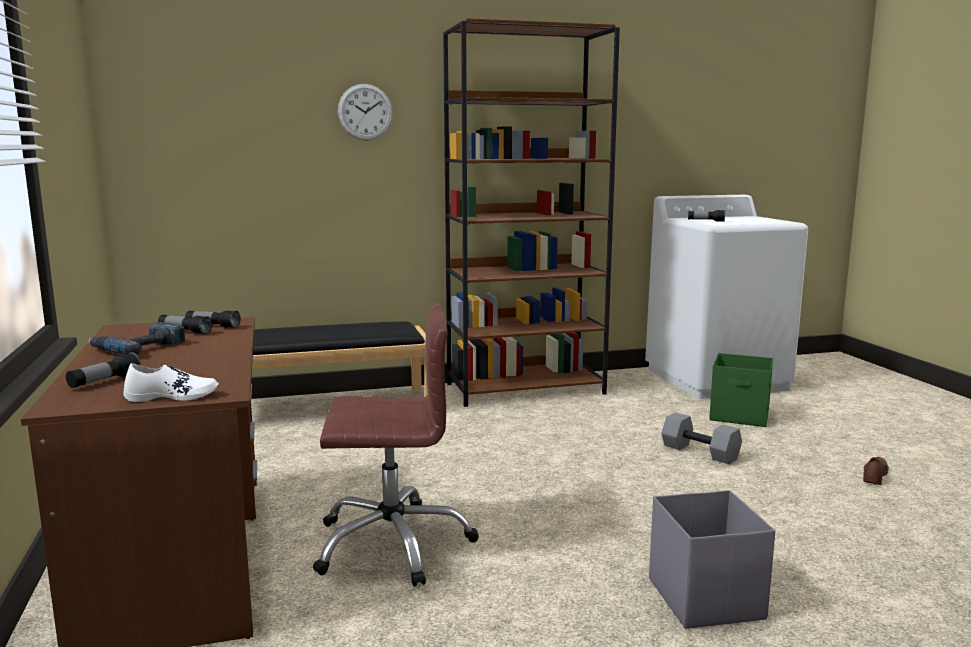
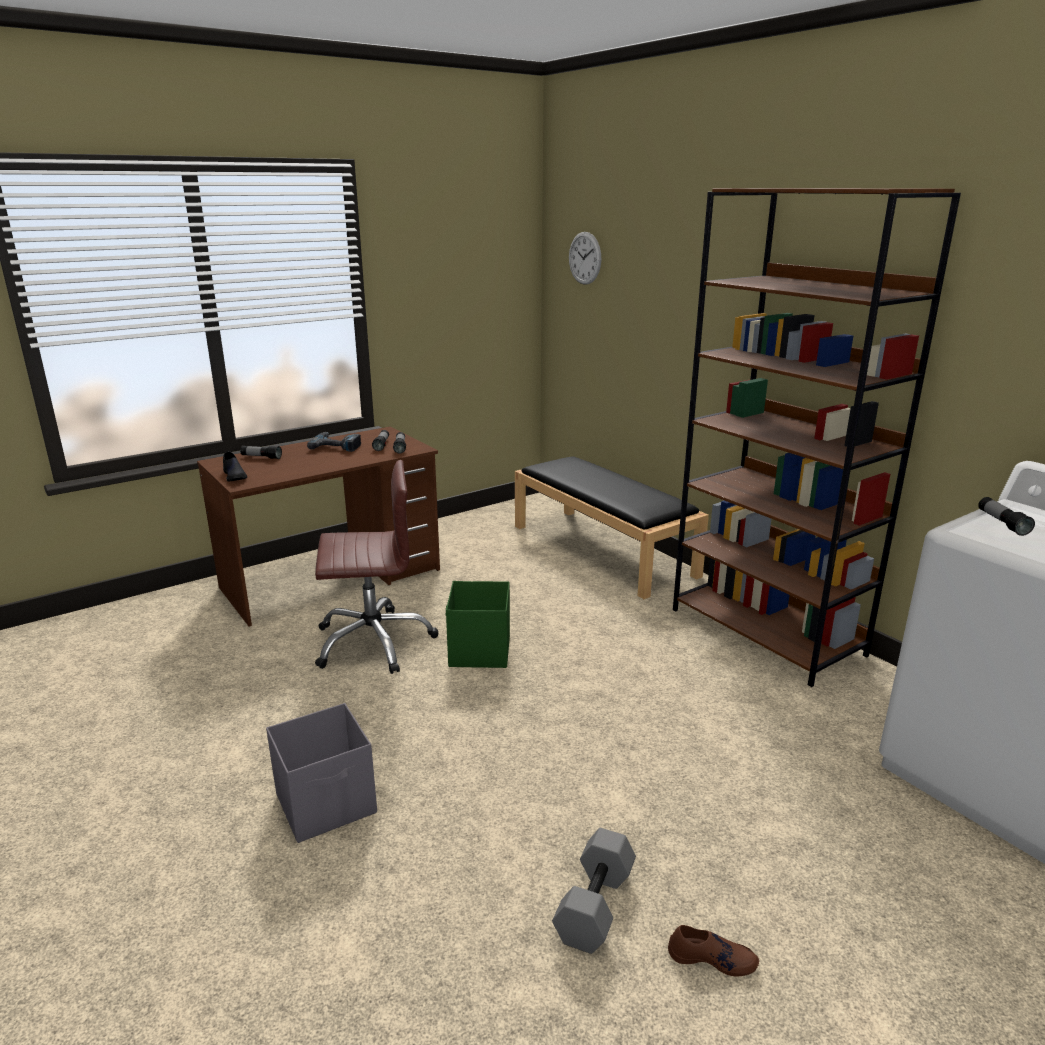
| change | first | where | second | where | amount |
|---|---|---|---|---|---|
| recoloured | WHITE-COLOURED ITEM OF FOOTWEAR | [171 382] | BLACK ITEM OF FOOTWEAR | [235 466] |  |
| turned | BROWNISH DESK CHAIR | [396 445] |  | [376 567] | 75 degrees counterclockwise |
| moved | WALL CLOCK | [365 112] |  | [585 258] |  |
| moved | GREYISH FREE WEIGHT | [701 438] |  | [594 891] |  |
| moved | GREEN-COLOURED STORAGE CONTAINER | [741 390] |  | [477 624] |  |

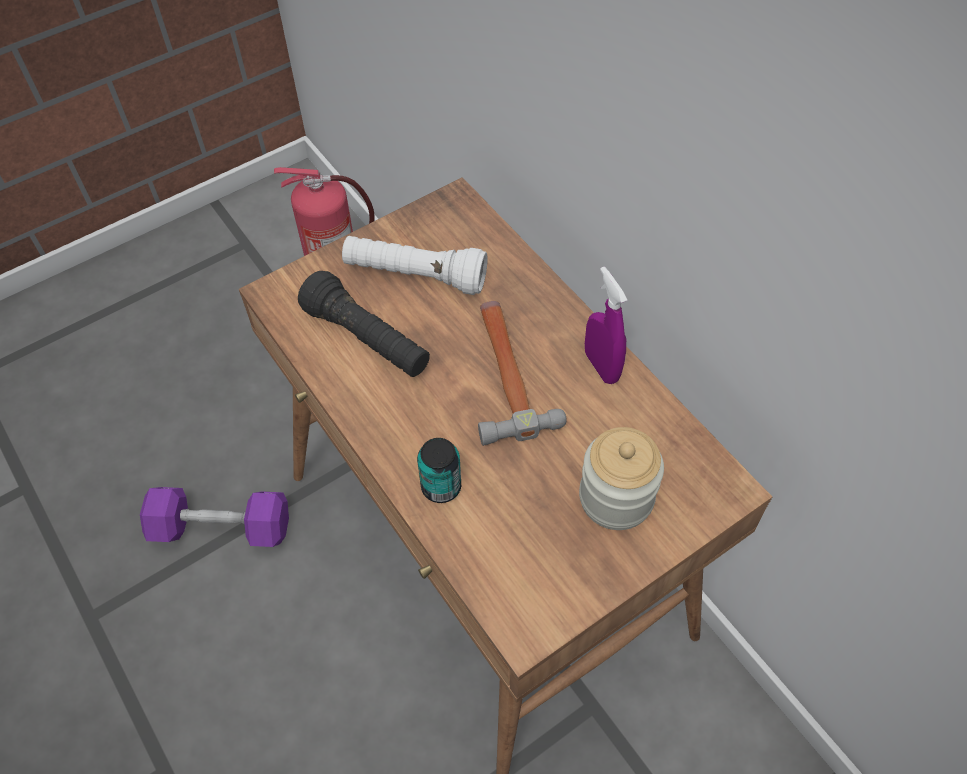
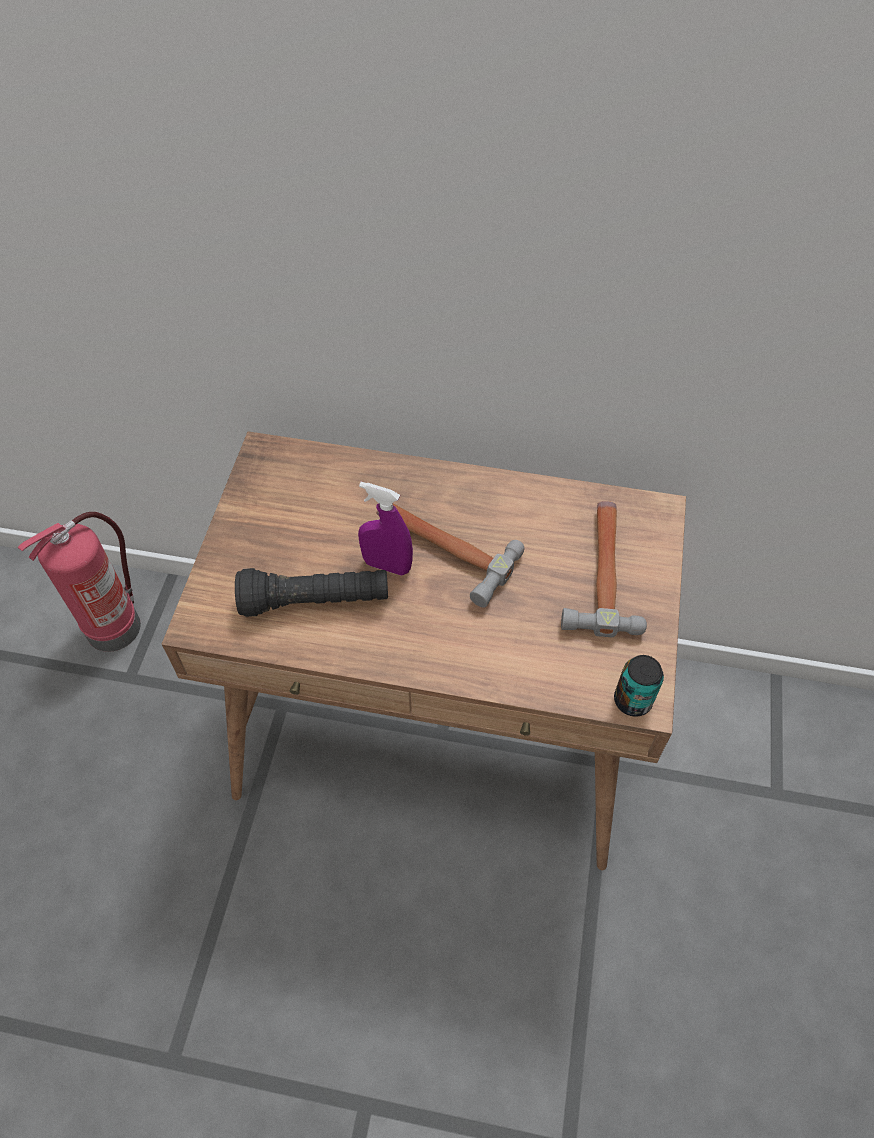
| change | first | where | second | where | amount |
|---|---|---|---|---|---|
| removed | PURPLISH FREE WEIGHT | [214 517] |  |  |  |
| removed | WHITE-COLOURED FLASHLIGHT | [415 265] |  |  |  |
| moved | SEALED CAN | [439 470] |  | [639 686] |  |
| replaced | JAR | [621 478] | HAMMER | [604 569] |  |
| moved | PURPLISH SPRAYER | [606 325] |  | [385 529] |  |

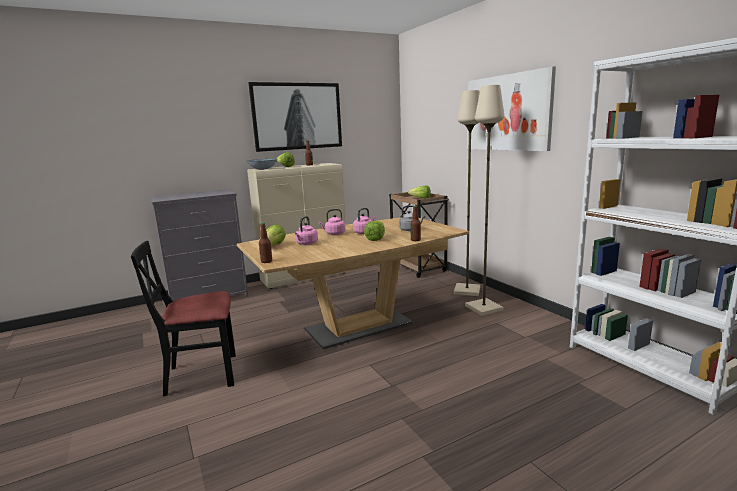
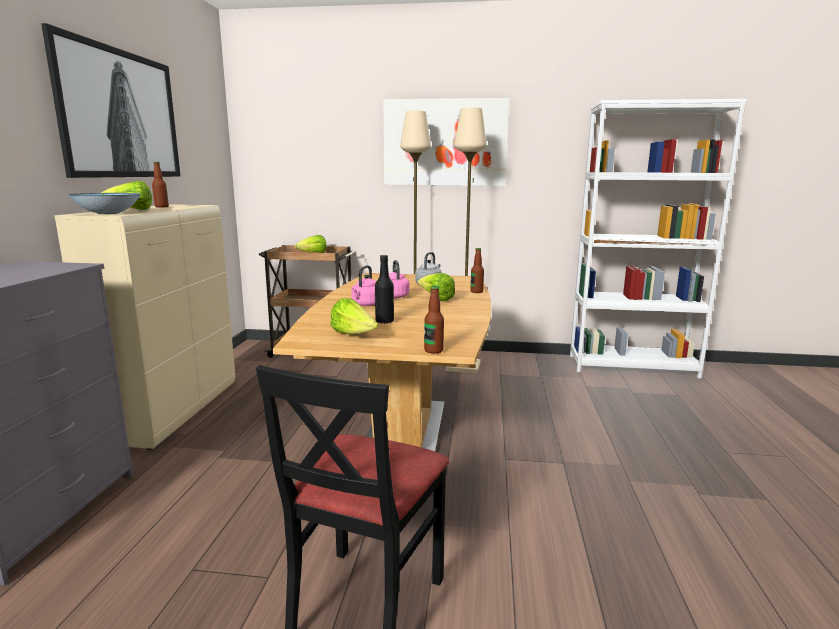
| change | first | where | second | where | amount |
|---|---|---|---|---|---|
| replaced | PINK WATER KETTLE | [306 230] | BLACK DRINK BOTTLE | [384 289] |  |

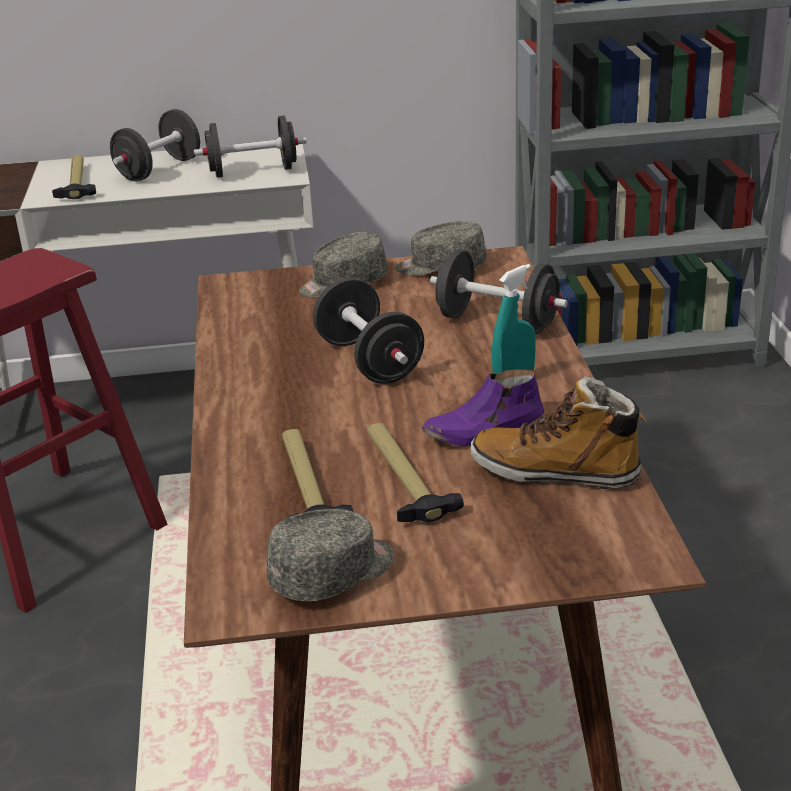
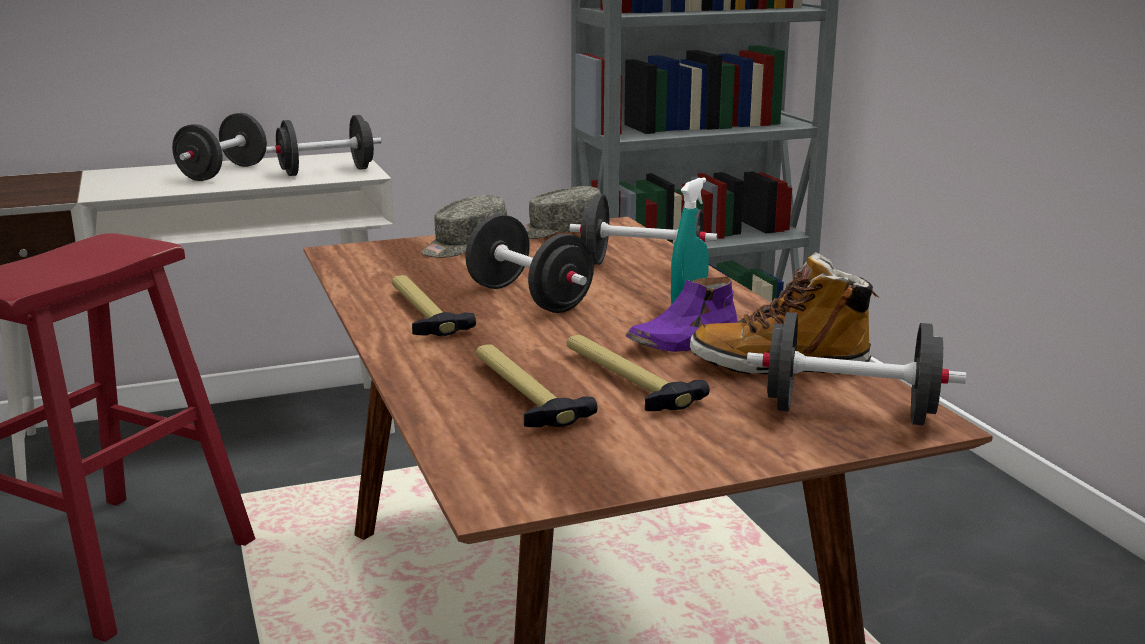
| change | first | where | second | where | amount |
|---|---|---|---|---|---|
| moved | HAMMER | [74 177] |  | [434 305] |  |
| removed | GREYISH BASEBALL CAP | [330 555] |  |  |  |
| added |  |  | BLACK FREE WEIGHT | [856 368] |  |

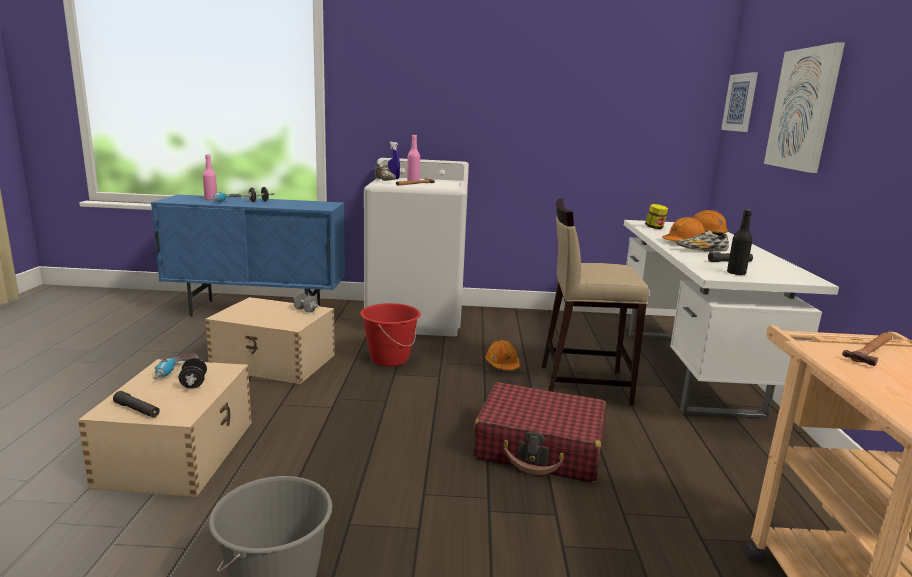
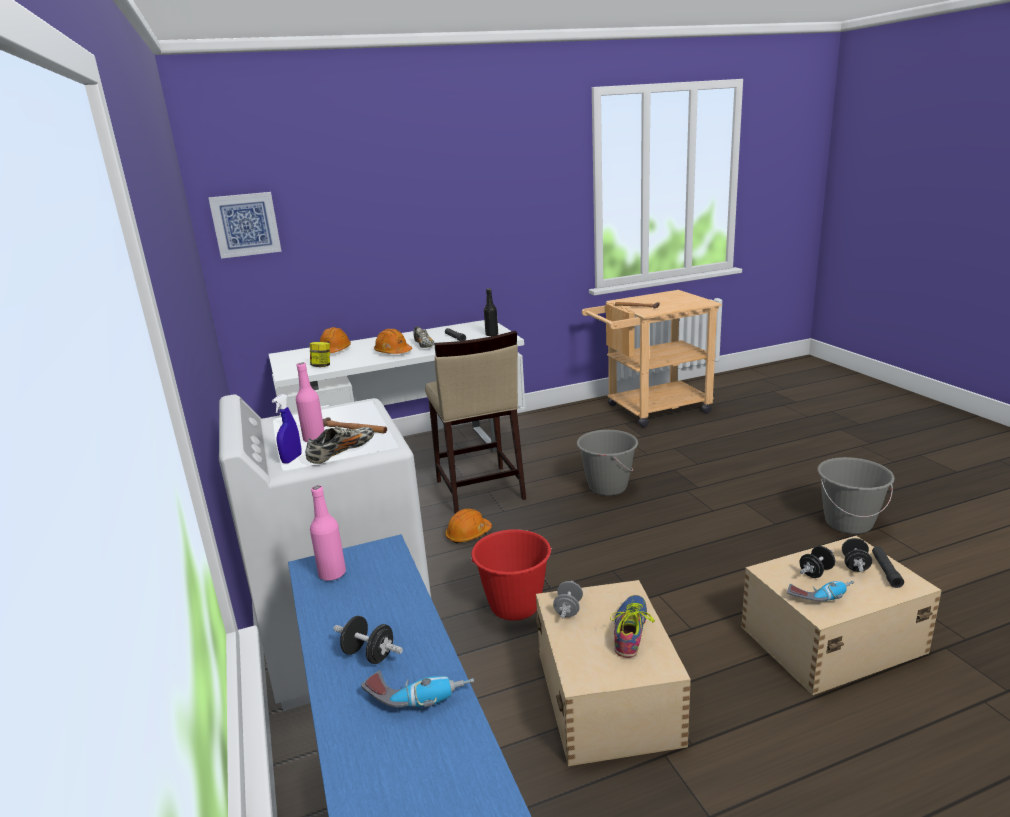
| change | first | where | second | where | amount |
|---|---|---|---|---|---|
| moved | PINK DRINK BOTTLE | [210 178] |  | [328 533] |  |
| replaced | RED PIECE OF LUGGAGE | [540 432] | GREYISH PAIL | [607 463] |  |
| removed | WALL ART | [804 107] |  |  |  |
| added |  |  | ITEM OF FOOTWEAR | [632 626] |  |
| added |  |  | BLACK FREE WEIGHT | [857 555] |  |

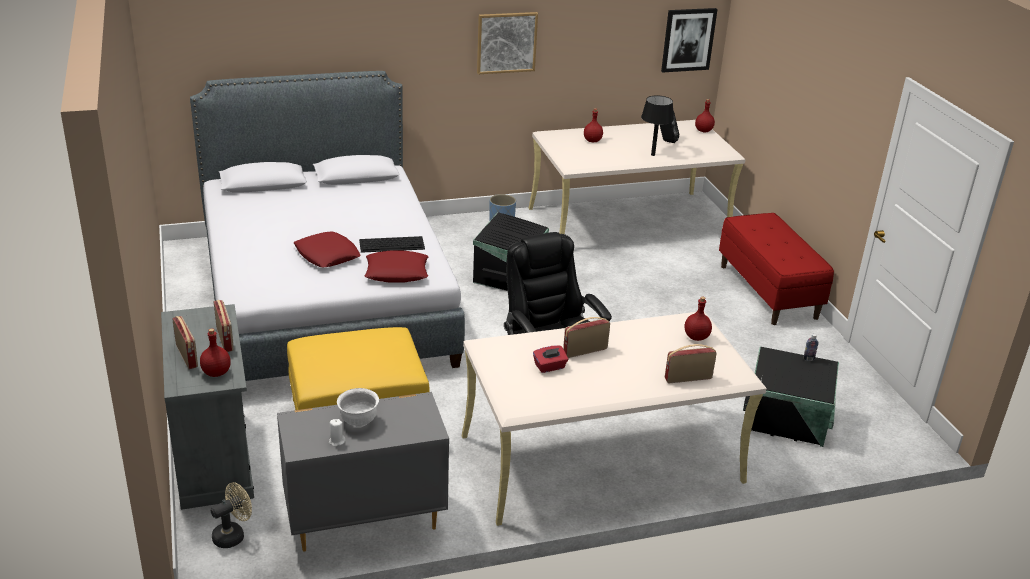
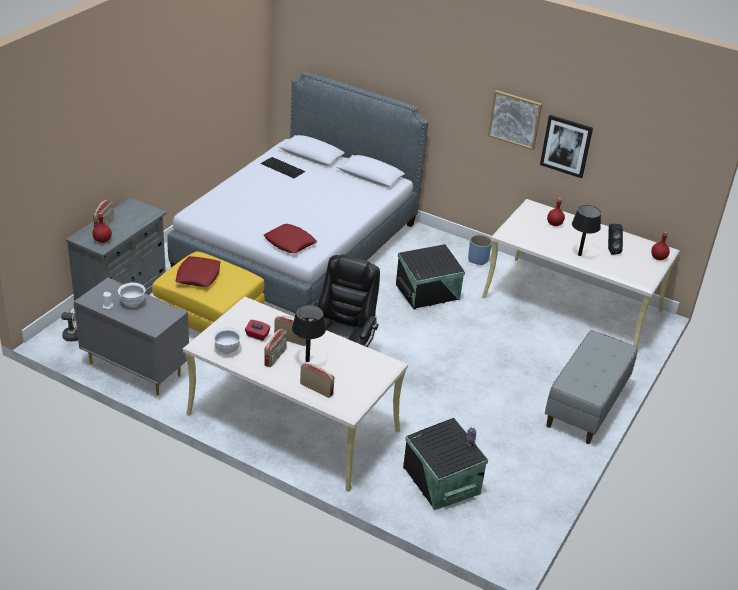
| change | first | where | second | where | amount |
|---|---|---|---|---|---|
| moved | RADIO SET | [224 326] |  | [275 348] |  |
| moved | RED PILLOW | [327 249] |  | [198 271] |  |
| moved | COMPUTER KEYBOARD | [392 244] |  | [282 167] |  |
| moved | WALL ART | [689 40] |  | [566 146] |  |
| removed | RED DRINK BOTTLE | [698 319] |  |  |  |
| recoloured | RED LONG SEAT | [776 269] | GREYISH LONG SEAT | [591 387] |  |
| added |  |  | WHITE-COLOURED SERVING BOWL | [227 341] |  |
| added |  |  | BLACK TABLE LAMP | [309 333] |  |

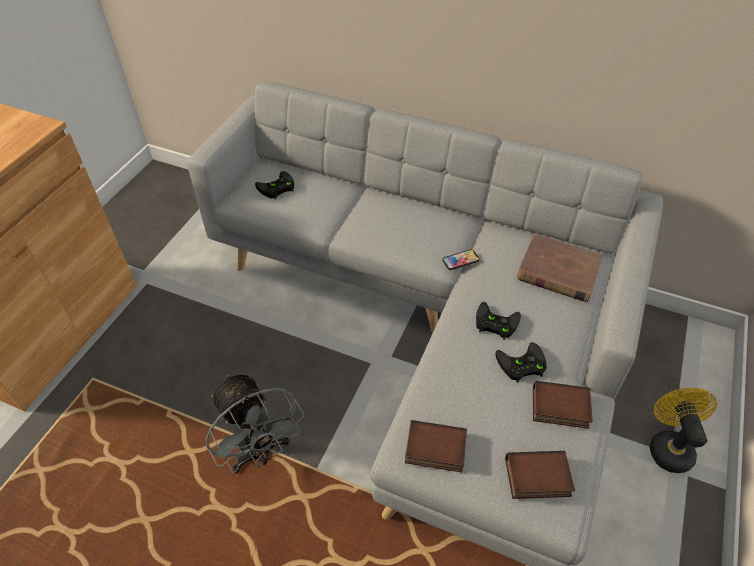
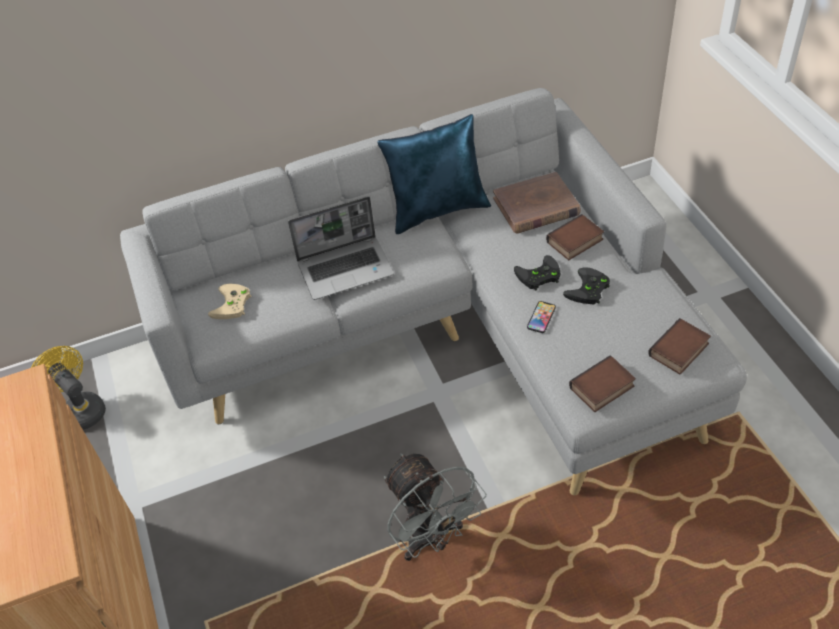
| change | first | where | second | where | amount |
|---|---|---|---|---|---|
| turned | GREYISH ELECTRIC FAN | [254 423] |  | [435 507] | 45 degrees clockwise |
| recoloured | BLACK JOYPAD | [274 185] | BEIGE JOYPAD | [230 301] |  |
| moved | TELEPHONE | [461 259] |  | [541 317] |  |
| moved | VOLUME | [563 405] |  | [575 237] |  |
| moved | YELLOWISH ELECTRIC FAN | [683 430] |  | [68 388] |  |
| added |  |  | LAPTOP | [341 248] |  |
| added |  |  | BLUE PILLOW | [434 174] |  |

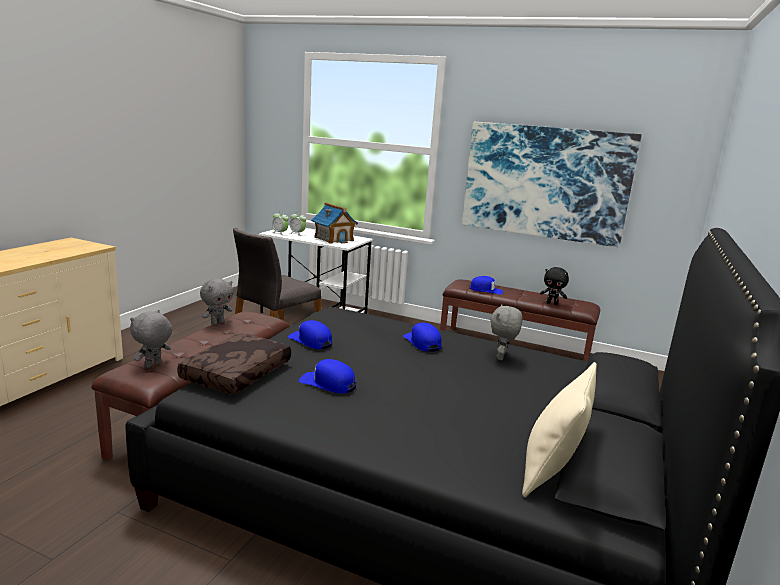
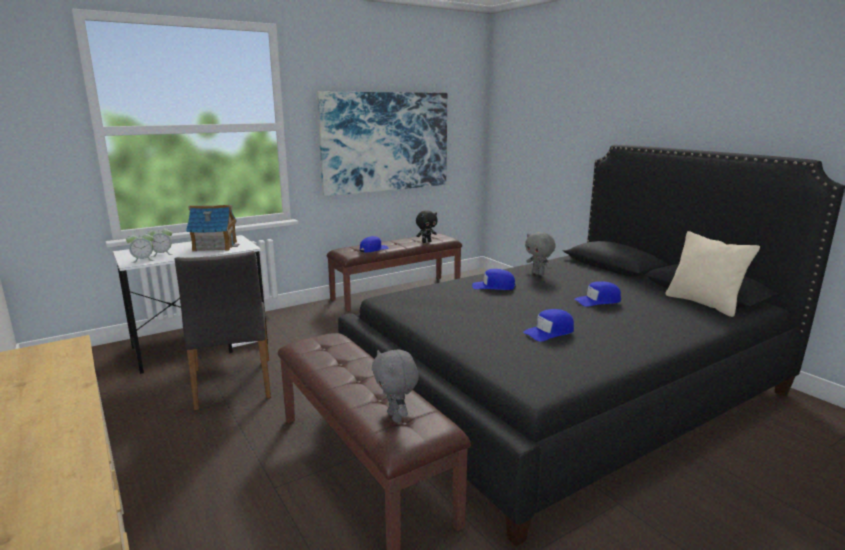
| change | first | where | second | where | amount |
|---|---|---|---|---|---|
| removed | BROWNISH PILLOW | [234 363] |  |  |  |
| removed | GREYISH CUDDLY TOY | [216 302] |  |  |  |
| moved | BLUE BASEBALL CAP | [310 334] |  | [597 294] |  |

